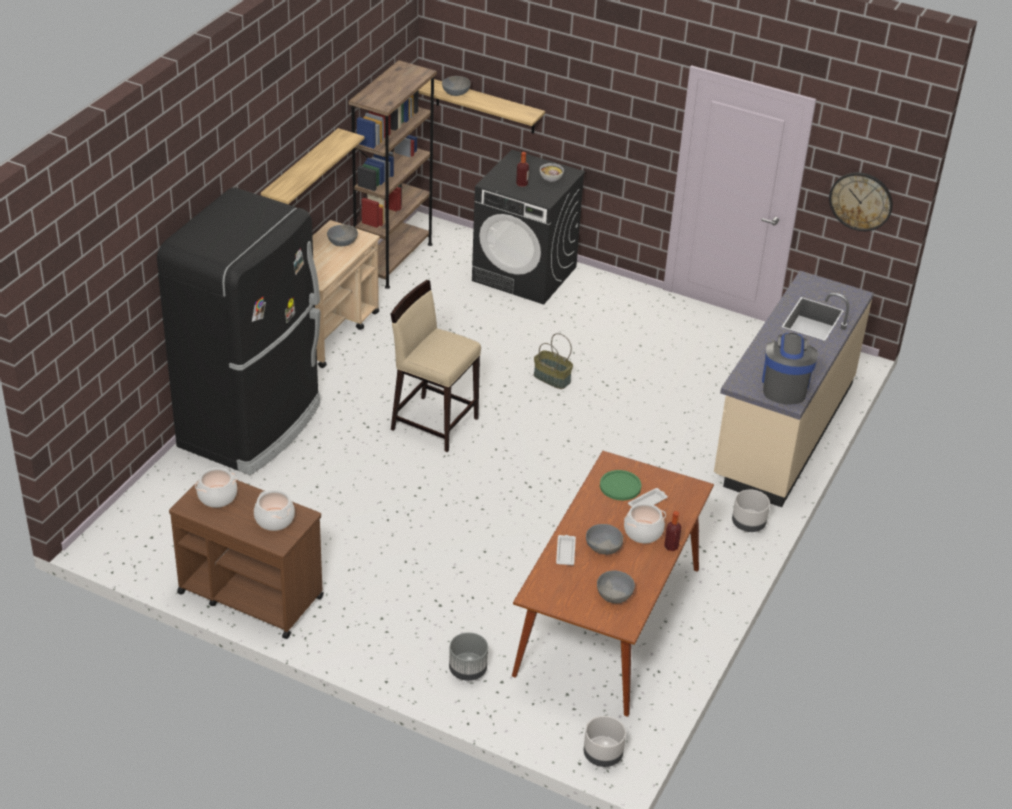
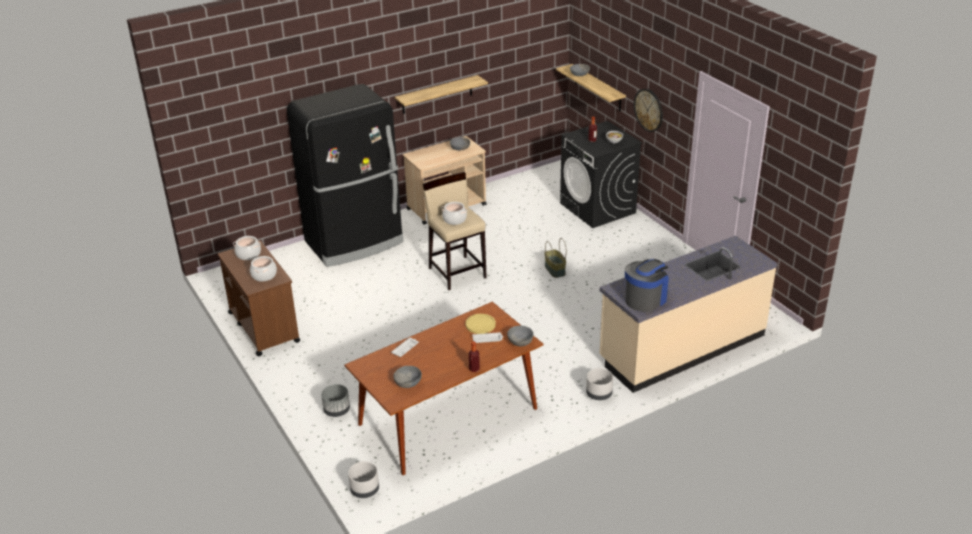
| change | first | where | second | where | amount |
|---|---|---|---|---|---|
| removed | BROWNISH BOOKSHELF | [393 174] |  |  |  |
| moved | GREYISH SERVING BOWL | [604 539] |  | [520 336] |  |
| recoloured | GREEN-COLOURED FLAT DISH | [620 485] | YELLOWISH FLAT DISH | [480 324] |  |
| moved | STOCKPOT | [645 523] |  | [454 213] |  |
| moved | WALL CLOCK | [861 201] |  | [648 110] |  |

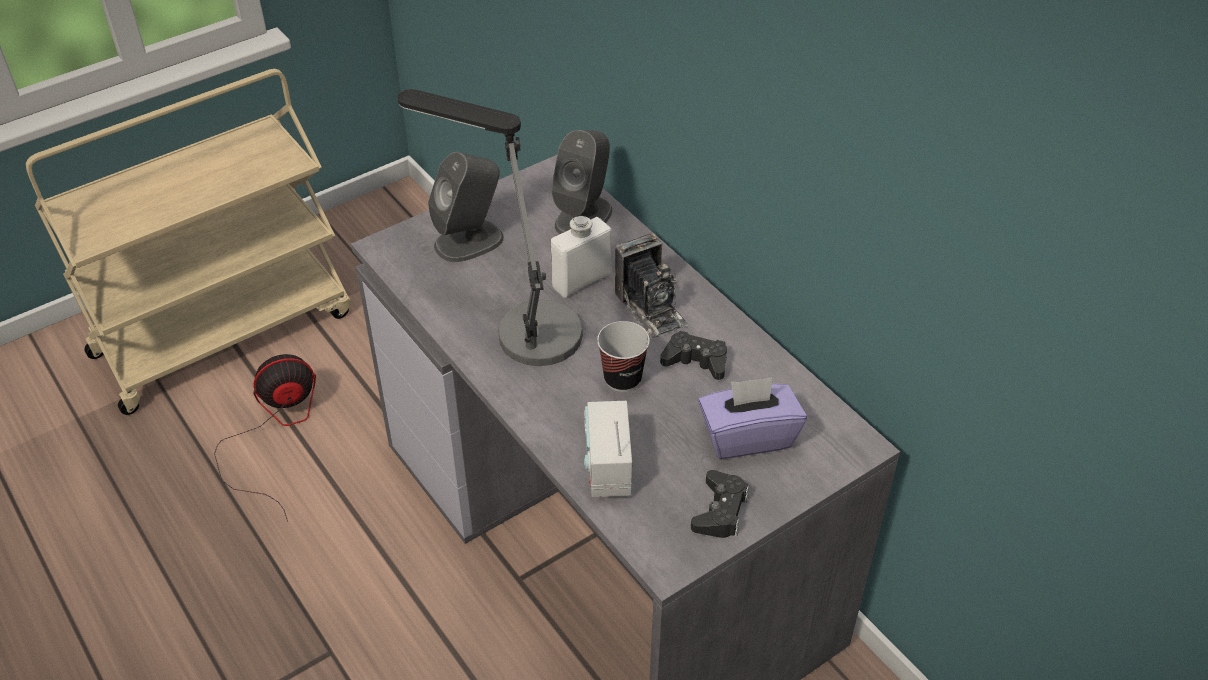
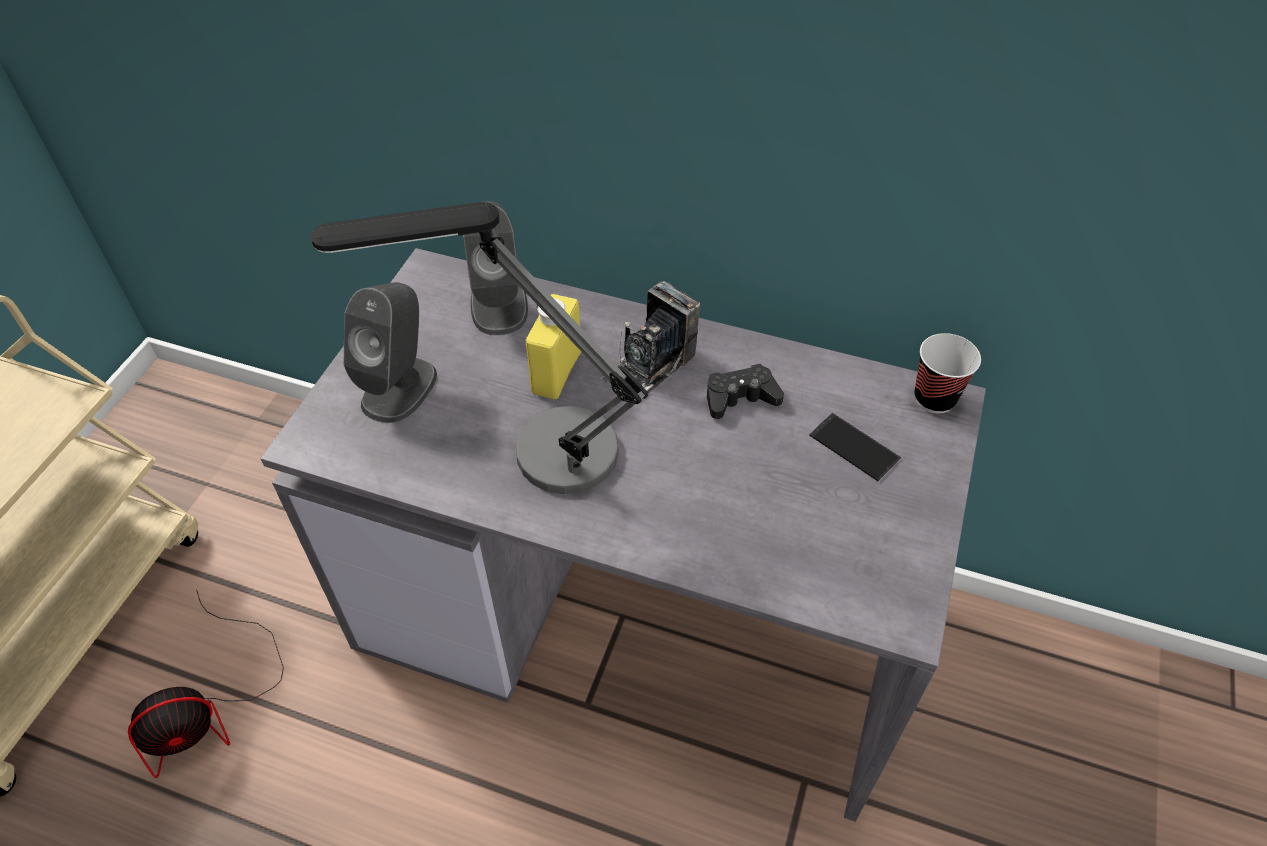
| change | first | where | second | where | amount |
|---|---|---|---|---|---|
| turned | ELECTRIC FAN | [265 438] |  | [206 683] | 150 degrees counterclockwise |
| recoloured | WHITE-COLOURED DRINK BOTTLE | [581 257] | YELLOWISH DRINK BOTTLE | [553 346] |  |
| removed | RADIO SET | [608 449] |  |  |  |
| moved | SMALL CUP | [623 356] |  | [947 373] |  |
| turned | PHOTO CAMERA | [651 286] |  | [650 340] | 105 degrees clockwise |
| removed | BLACK JOYPAD | [720 504] |  |  |  |
| replaced | PURPLISH BOX OF TISSUES | [752 418] | TELEPHONE | [855 447] |  |

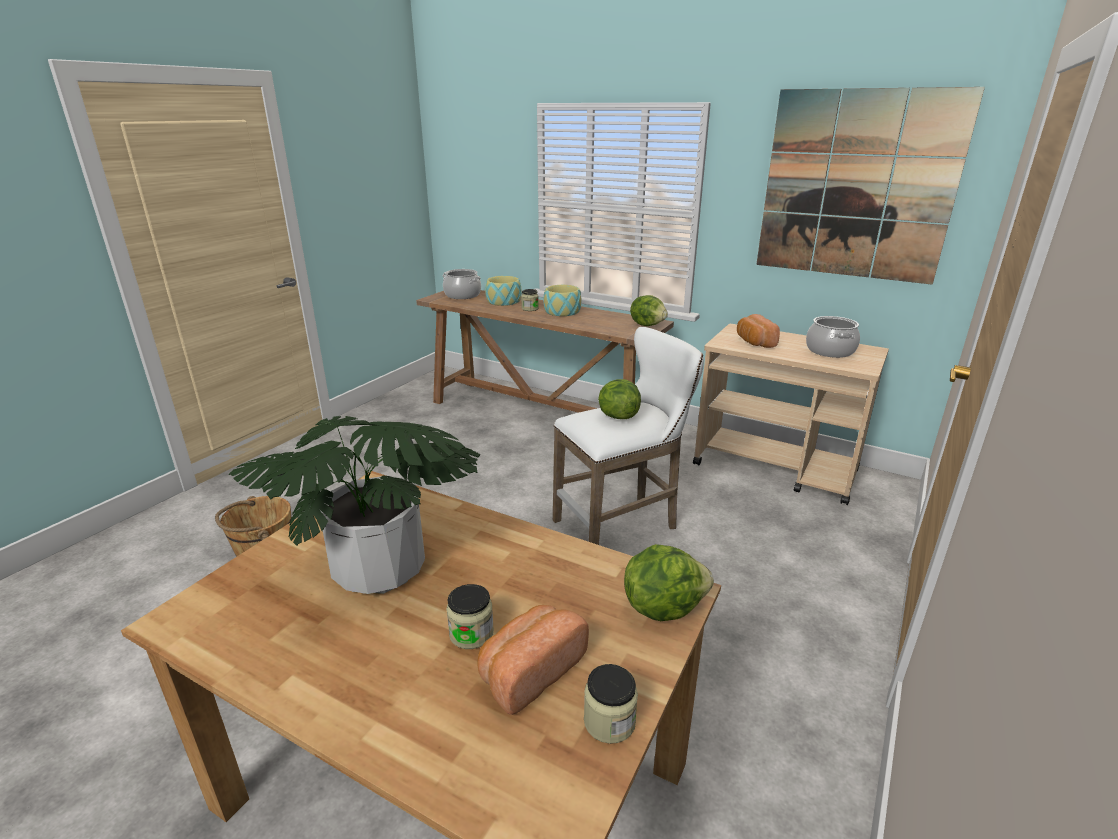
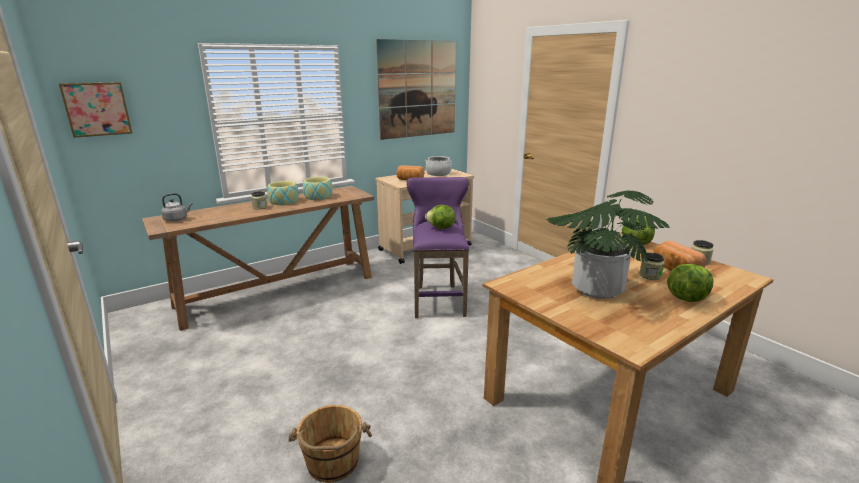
| change | first | where | second | where | amount |
|---|---|---|---|---|---|
| replaced | STOCKPOT | [462 284] | GREYISH WATER KETTLE | [176 207] |  |
| moved | SERVING BOWL | [503 291] |  | [318 188] |  |
| recoloured | WHITE-COLOURED SITTING STOOL | [628 436] | PURPLISH SITTING STOOL | [438 247] |  |
| moved | HEAD OF LETTUCE | [649 310] |  | [690 283] |  |
| added |  |  | WALL ART | [95 110] |  |

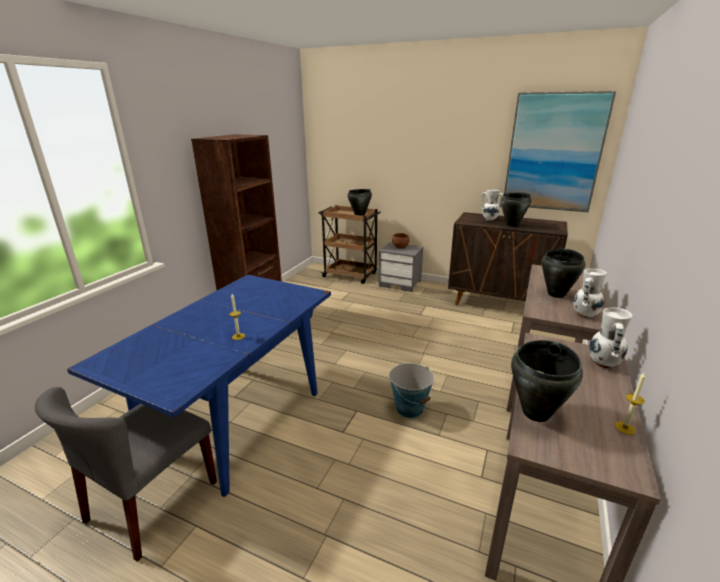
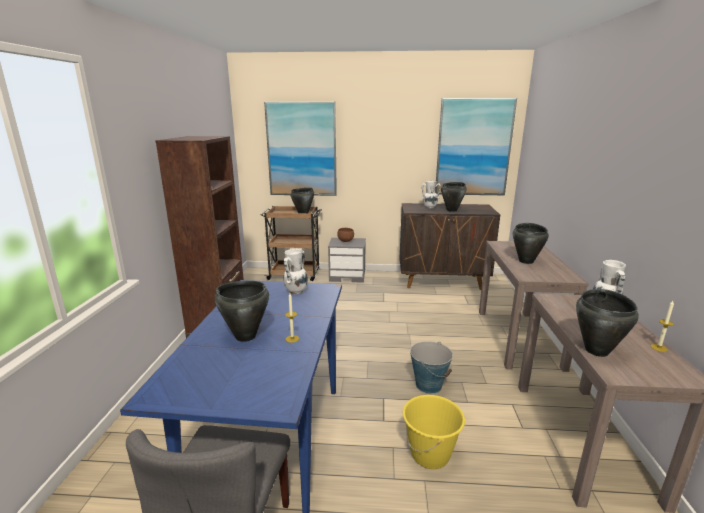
| change | first | where | second | where | amount |
|---|---|---|---|---|---|
| moved | WHITE-COLOURED FLOWER VASE | [590 293] |  | [296 271] |  |
| added |  |  | BLACK STOCKPOT | [241 311] |  |
| added |  |  | WALL ART | [300 148] |  |
| added |  |  | YELLOWISH PAIL | [434 432] |  |

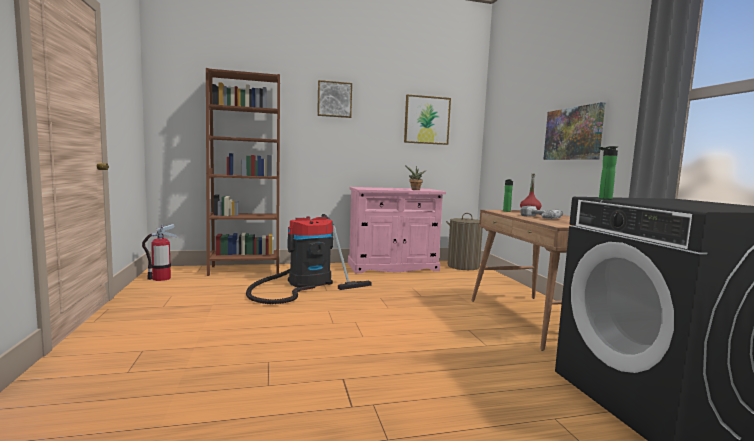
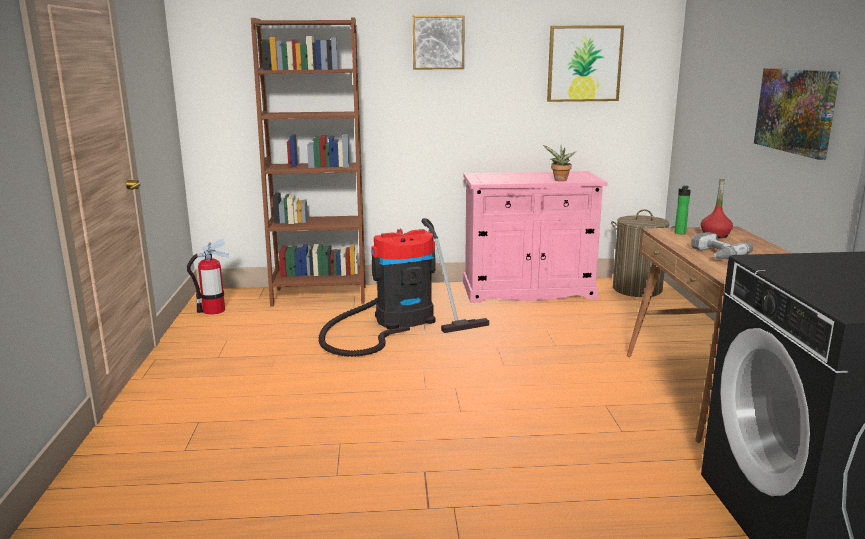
| change | first | where | second | where | amount |
|---|---|---|---|---|---|
| removed | DRINK BOTTLE | [608 172] |  |  |  |

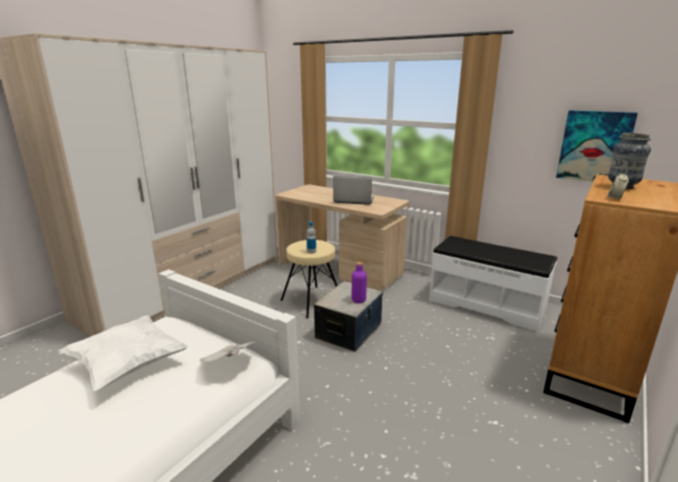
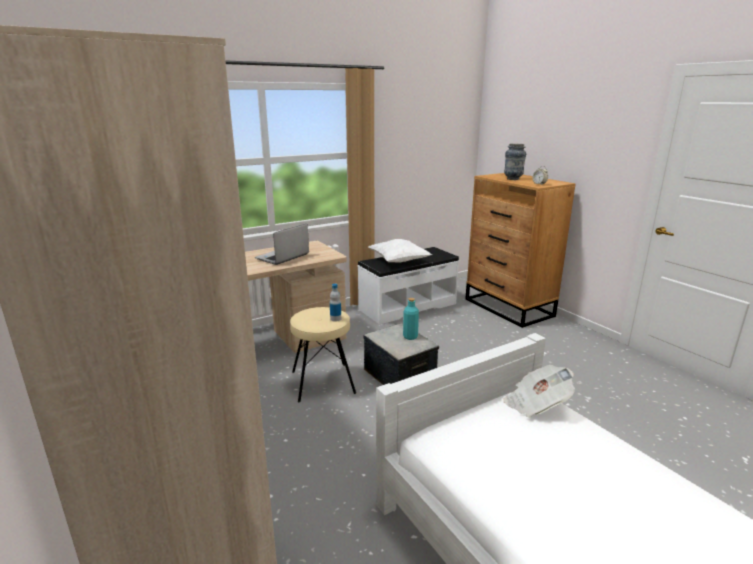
| change | first | where | second | where | amount |
|---|---|---|---|---|---|
| moved | WHITE-COLOURED PILLOW | [123 353] |  | [400 251] |  |
| recoloured | PURPLISH DRINK BOTTLE | [359 282] | BLUE-GREEN DRINK BOTTLE | [411 319] |  |
| removed | WALL ART | [597 146] |  |  |  |

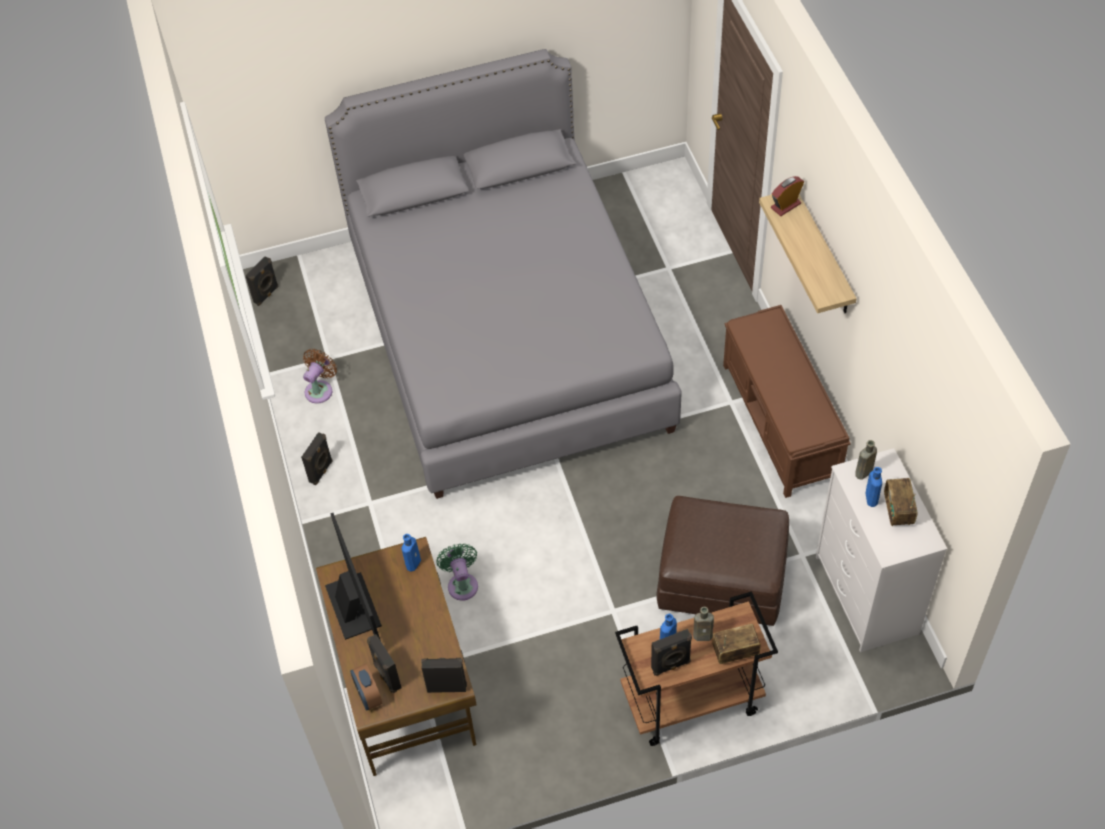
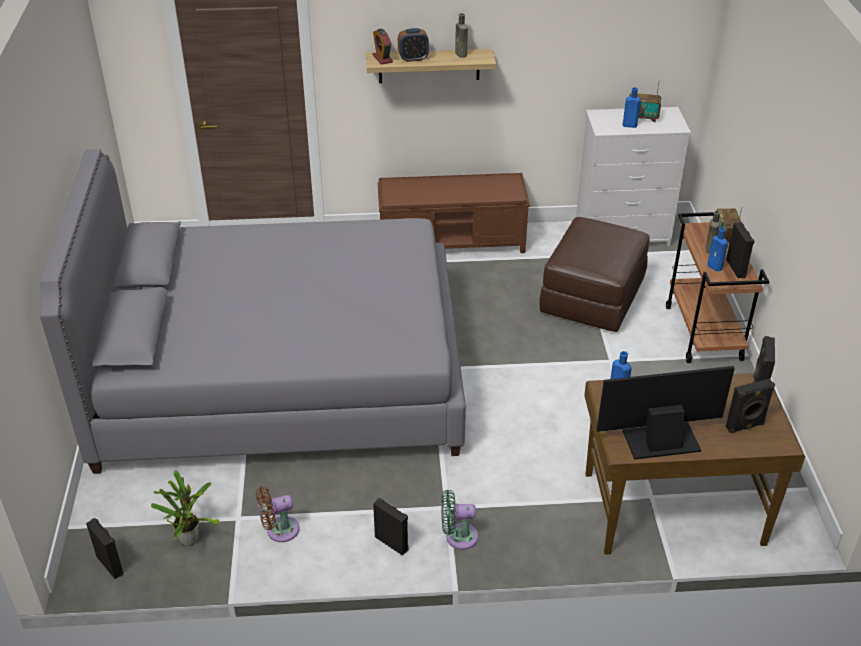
| change | first | where | second | where | amount |
|---|---|---|---|---|---|
| turned | BROWNISH ELECTRIC FAN | [320 376] |  | [277 514] | 60 degrees counterclockwise |
| moved | TABLE CLOCK | [366 687] |  | [413 45] |  |
| moved | GREEN-COLOURED ELECTRIC FAN | [457 572] |  | [460 520] |  |
| moved | BROWNISH DRINK BOTTLE | [866 460] |  | [461 35] |  |
| added |  |  | POTTED PLANT | [185 508] |  |

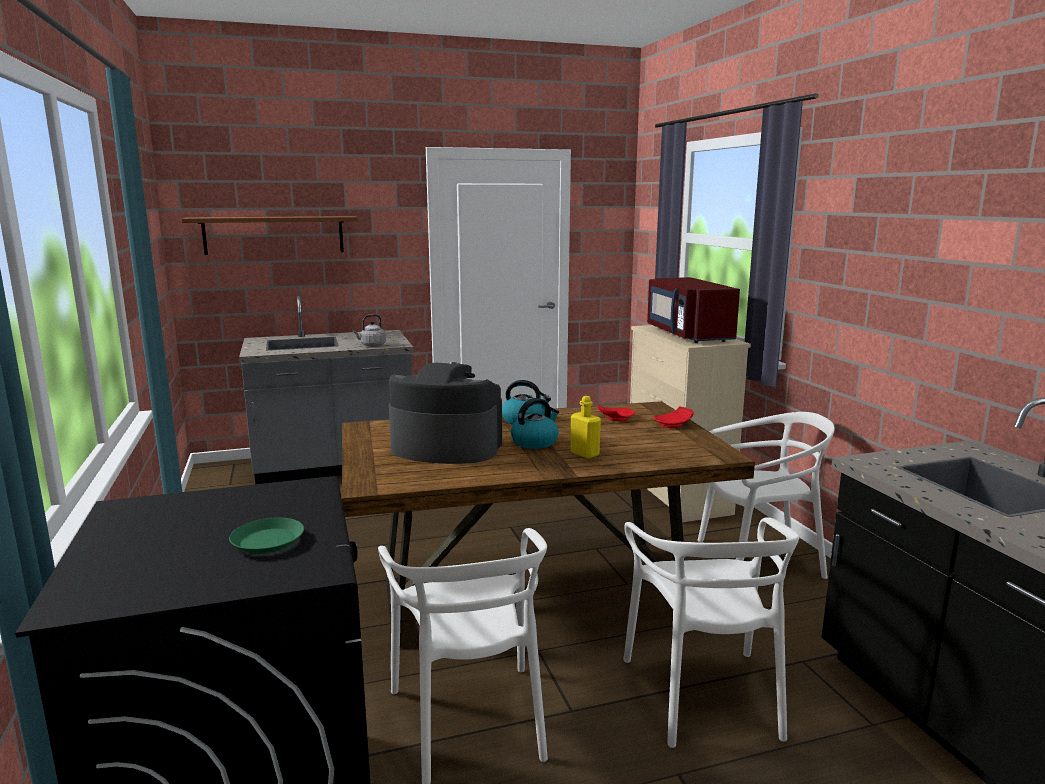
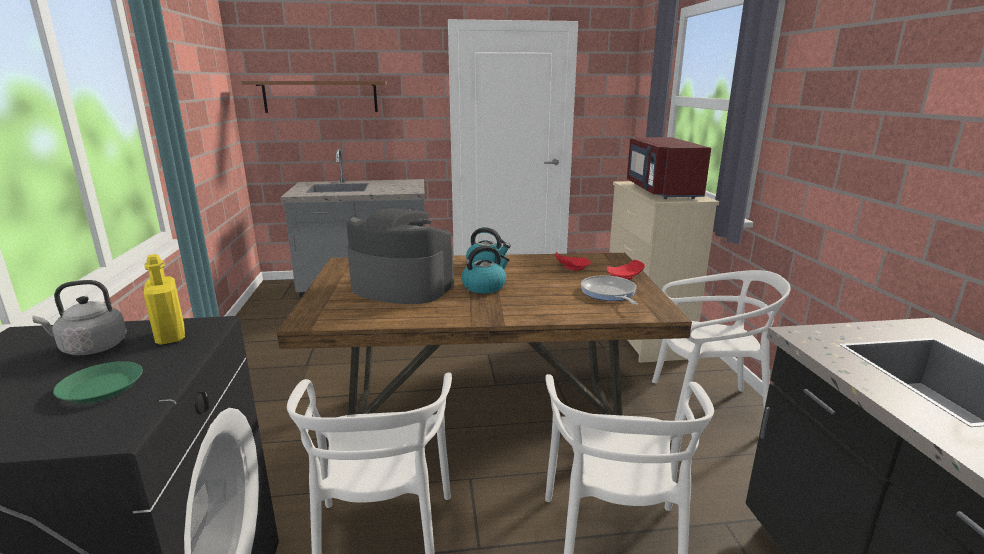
| change | first | where | second | where | amount |
|---|---|---|---|---|---|
| moved | GREYISH WATER KETTLE | [369 330] |  | [79 317] |  |
| moved | YELLOWISH DRINK BOTTLE | [586 427] |  | [164 299] |  |
| added |  |  | FRYING PAN | [609 290] |  |

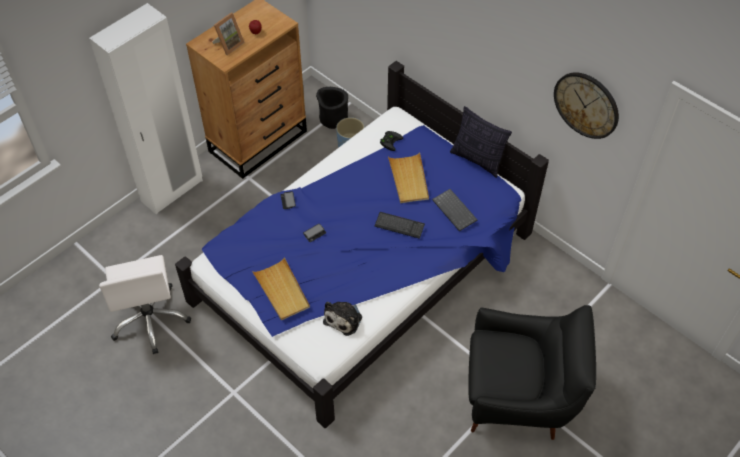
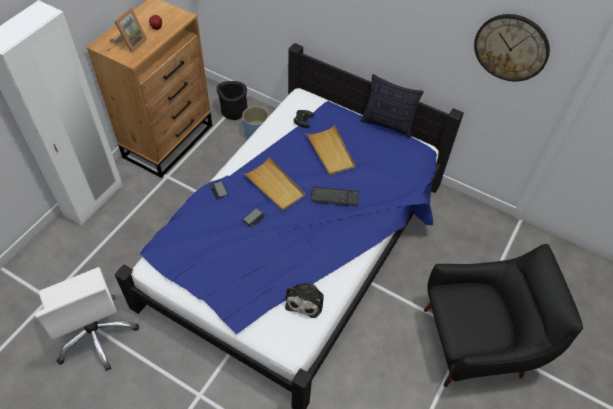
| change | first | where | second | where | amount |
|---|---|---|---|---|---|
| moved | BEIGE CARRYING TRAY | [281 288] |  | [274 184] |  |
| removed | COMPUTER KEYBOARD | [455 210] |  |  |  |

